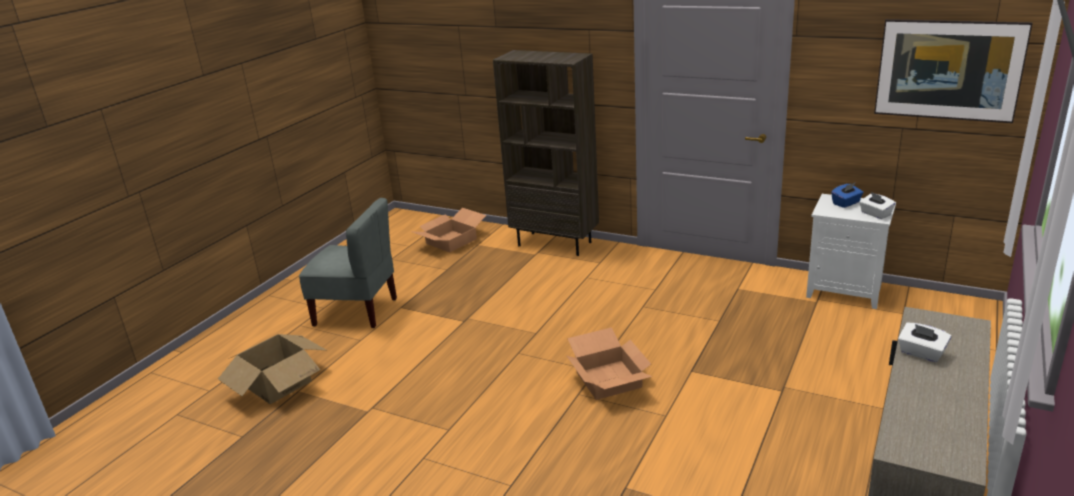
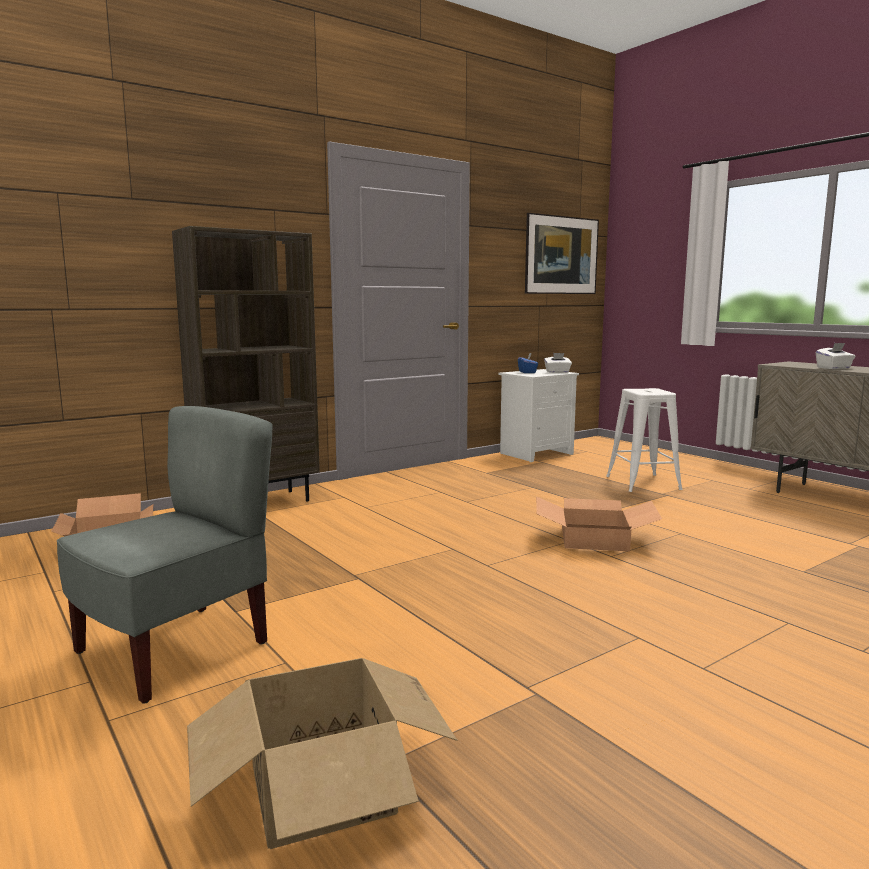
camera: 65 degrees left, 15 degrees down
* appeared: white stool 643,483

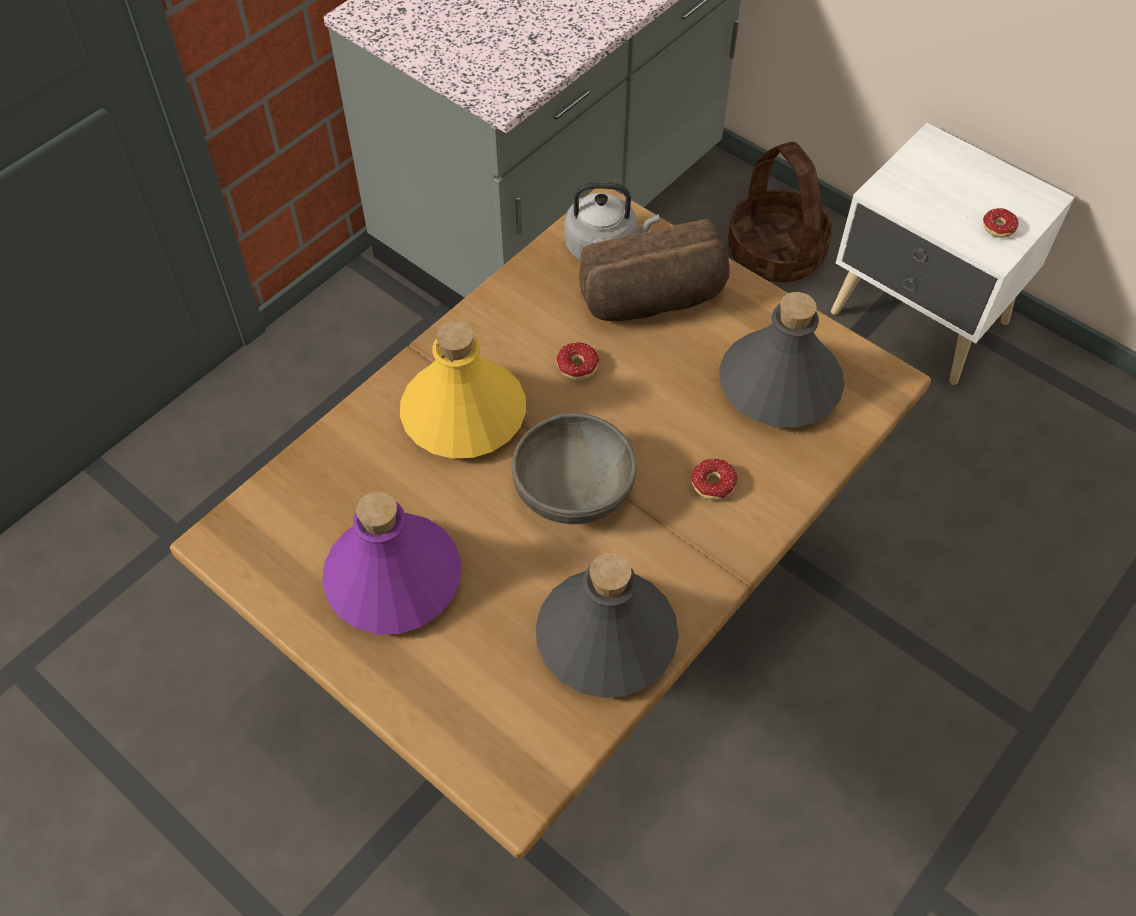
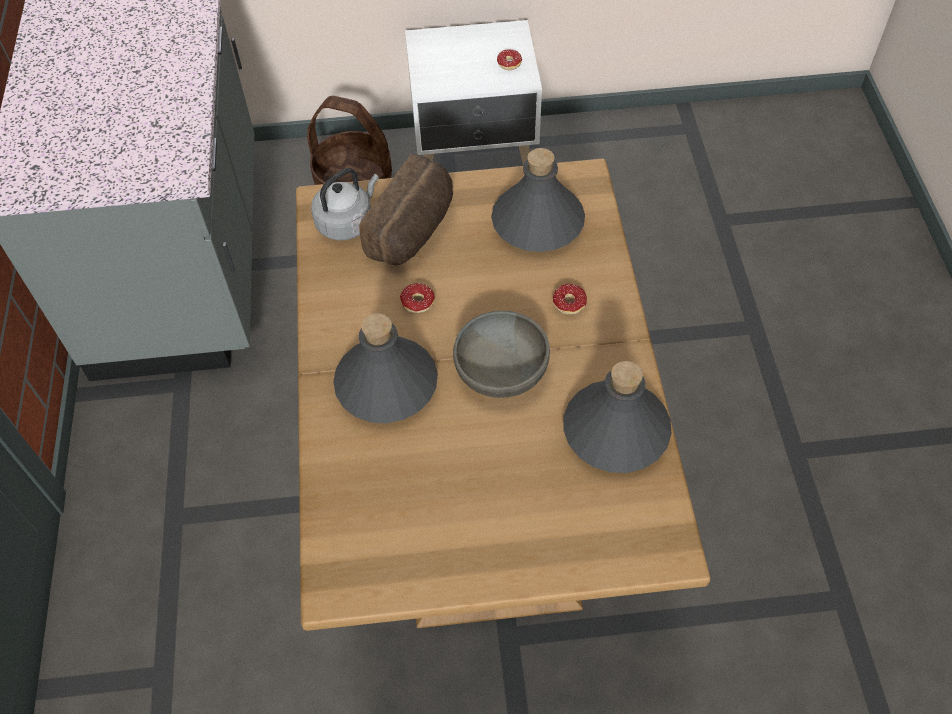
camera: 45 degrees left, 0 degrees up
* colour: yellow bottle 463,413 to grey bottle 385,384
* missing: purple bottle 392,578

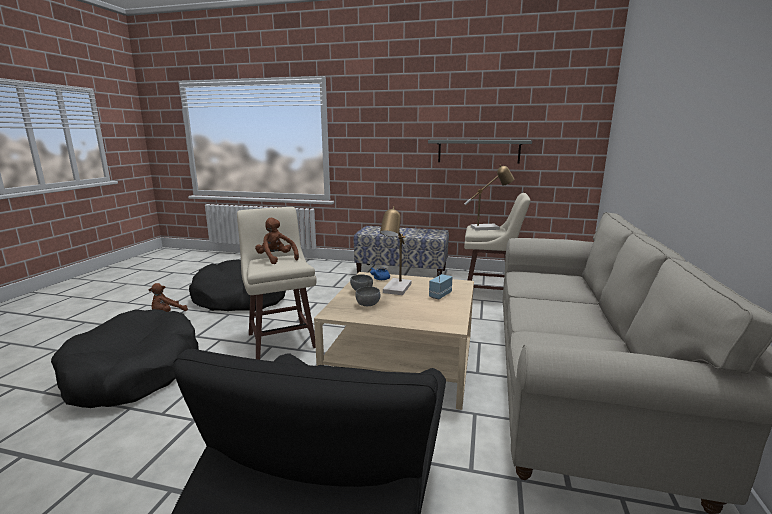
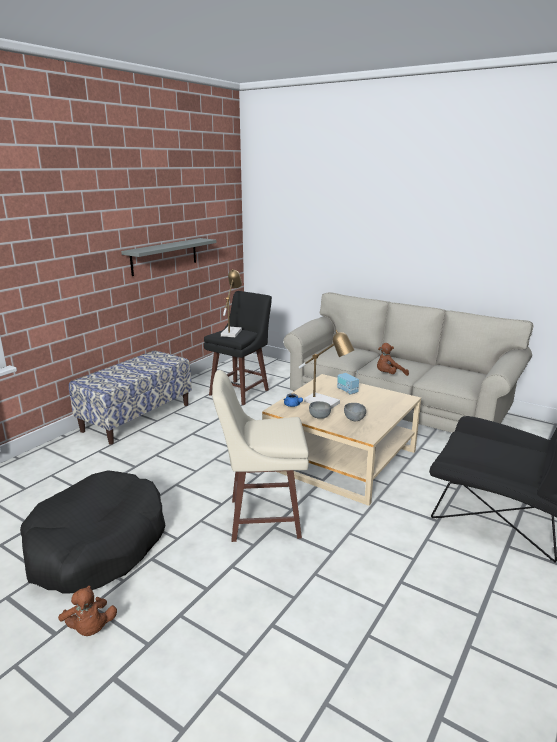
camera: 70 degrees left, 5 degrees up
* colour: beige stool 490,293 to black stool 240,392
* relocated: brown plush toy 276,259 to 389,375
* missing: black dog bed 133,372

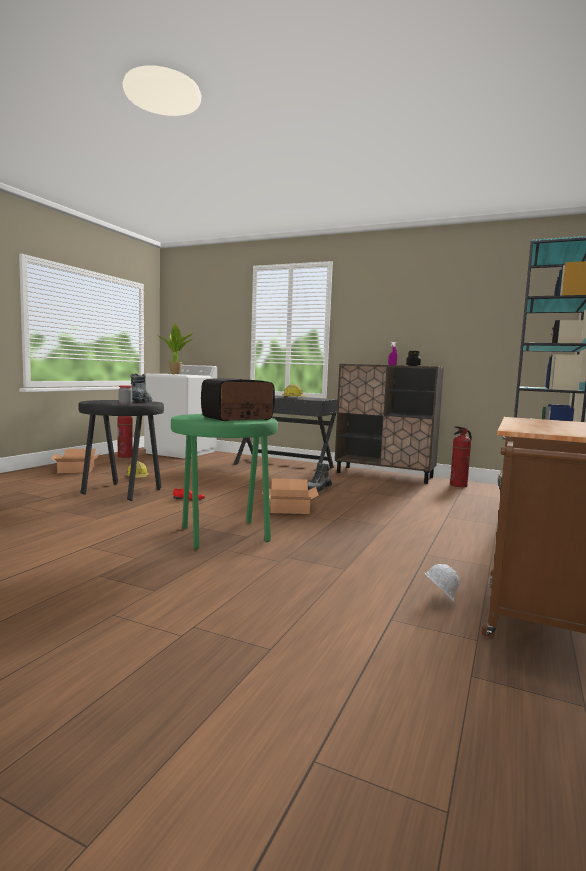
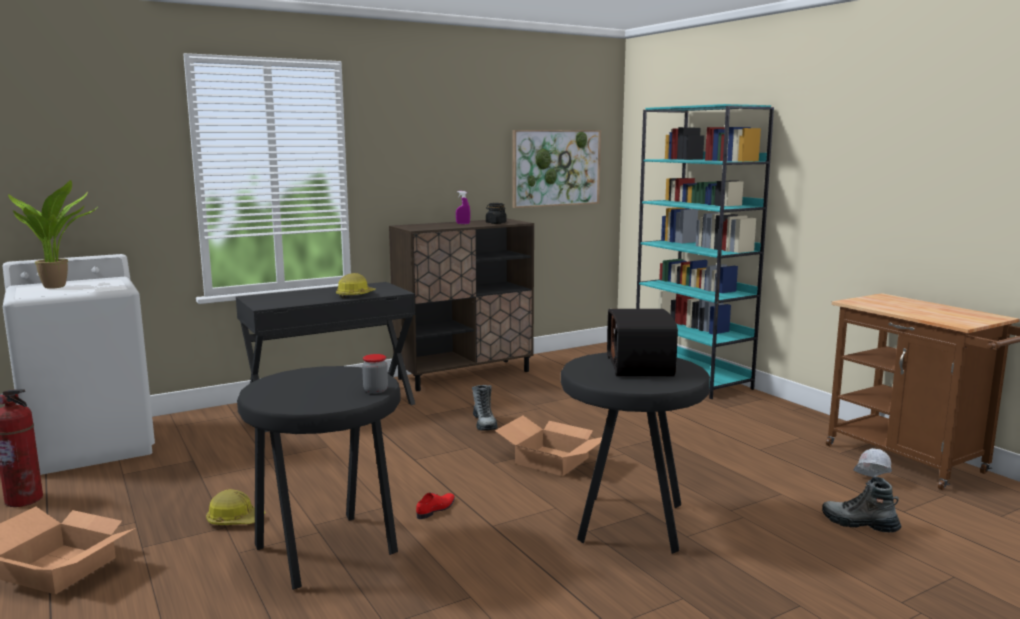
camera: 55 degrees left, 5 degrees up
* relocated: boot 140,402 to 859,524
* colour: green stool 222,535 to black stool 629,525
* missing: fire extinguisher 458,485
* appeared: picture 556,168

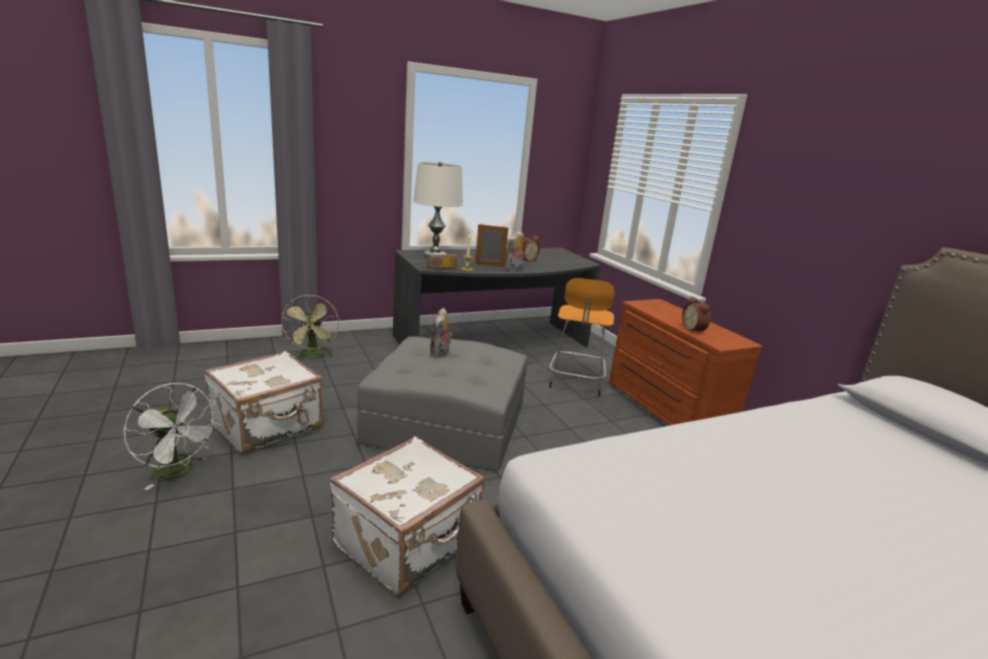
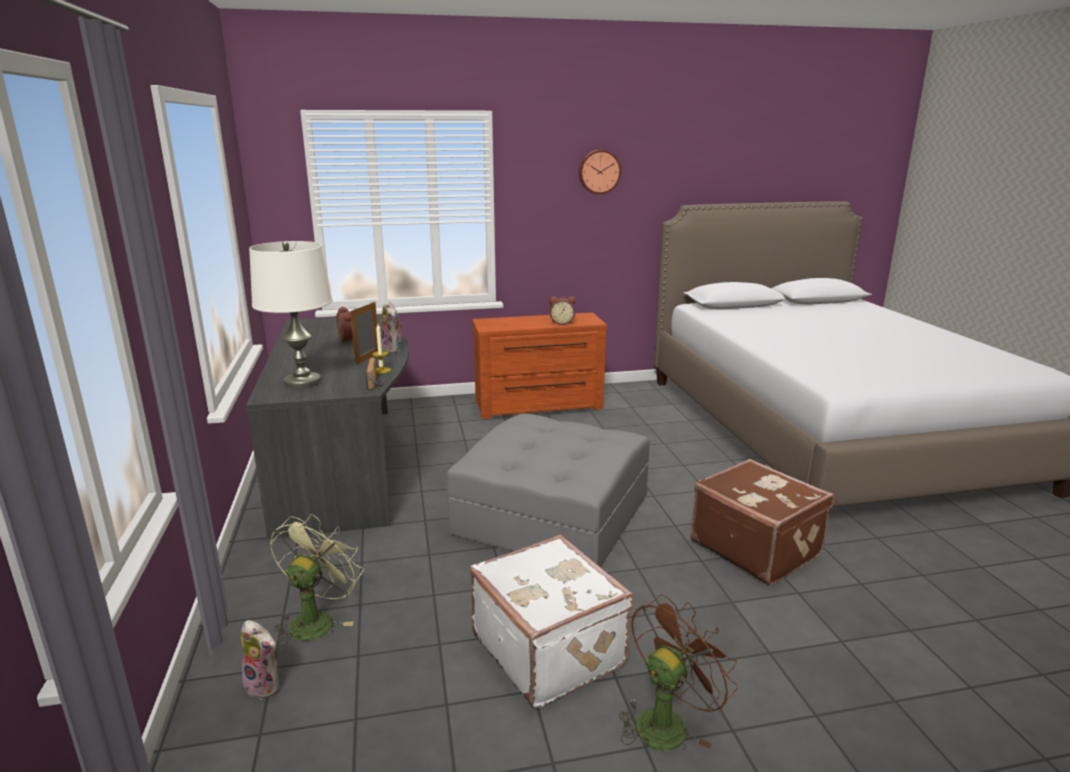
camera: 75 degrees left, 0 degrees up
* missing: orange stool 575,383
* spun: green fan 313,357 = 316,619 75 degrees counterclockwise
* relocated: plush toy 440,354 to 266,685
* colour: white fan 179,473 to brown fan 667,721
* colour: white suitcase 408,543 to brown suitcase 756,547
* appeared: wall clock 599,172

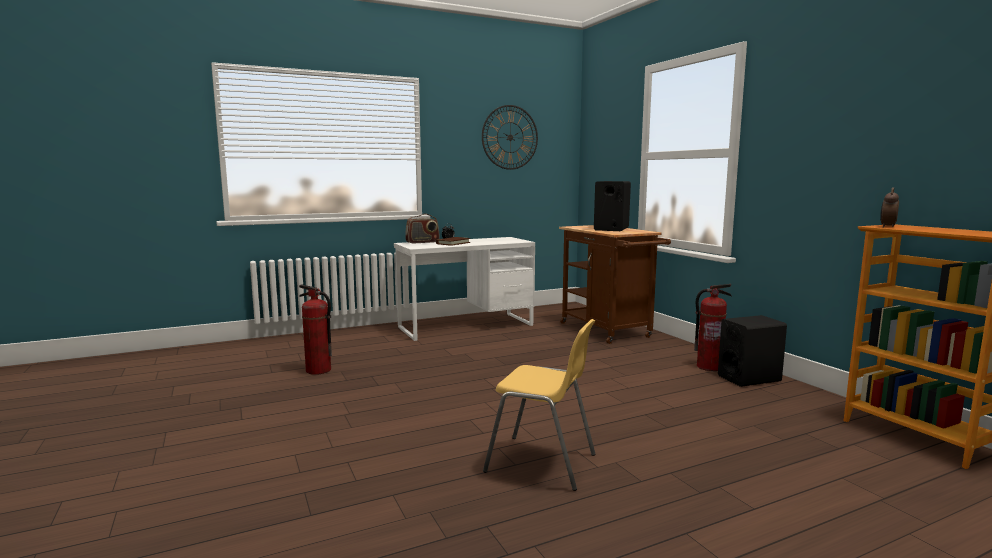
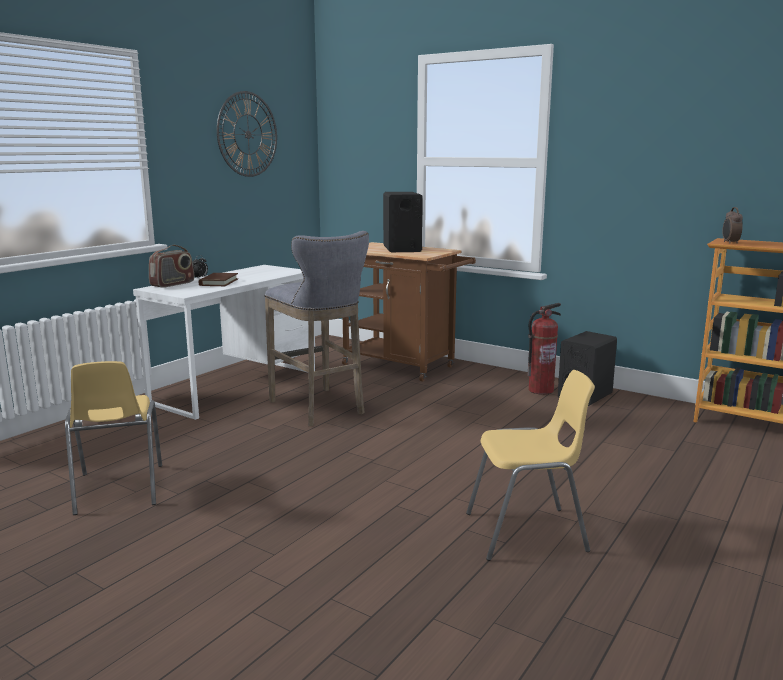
camera: 30 degrees left, 5 degrees up
* exchanged: fire extinguisher 318,370 to yellow chair 118,490
* appeared: grey stool 320,408

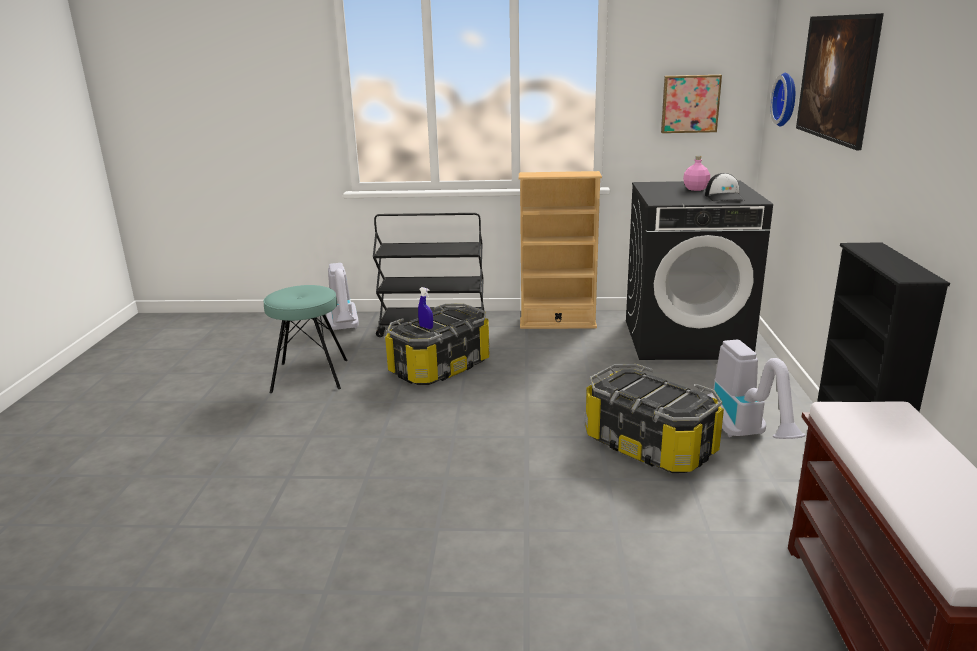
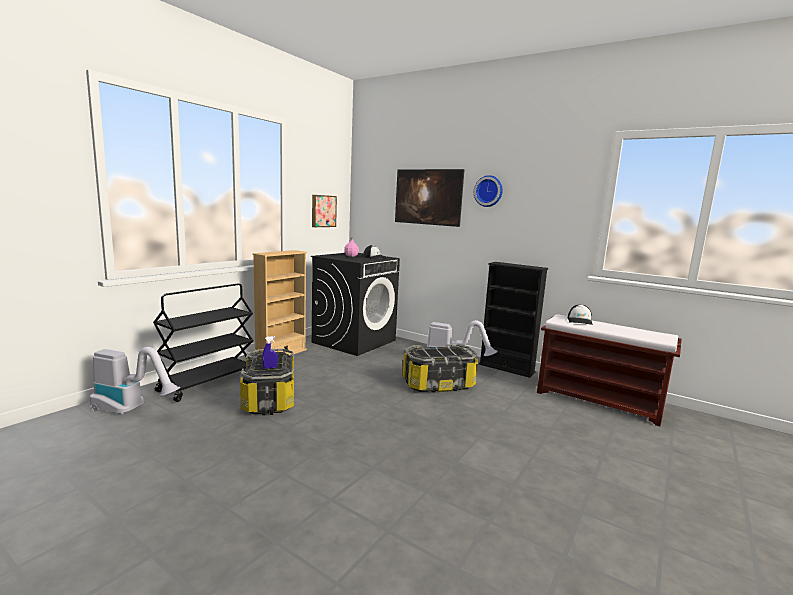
camera: 60 degrees left, 10 degrees down
* relocated: wall clock 787,99 to 488,191
* missing: turquoise stool 310,376
* appeared: cap 580,321

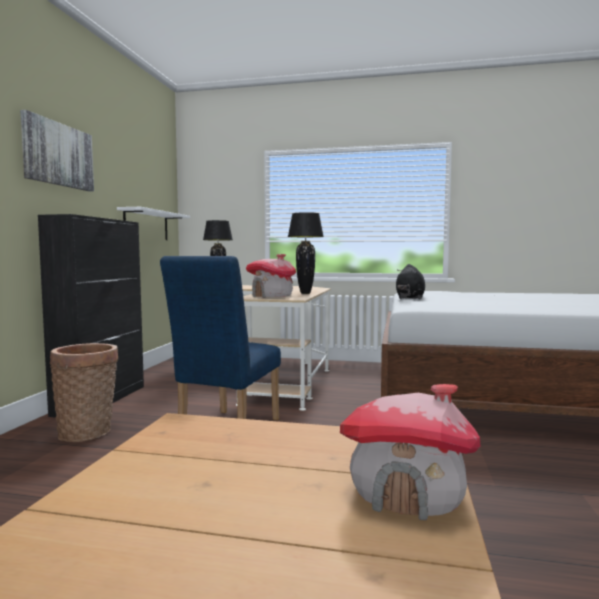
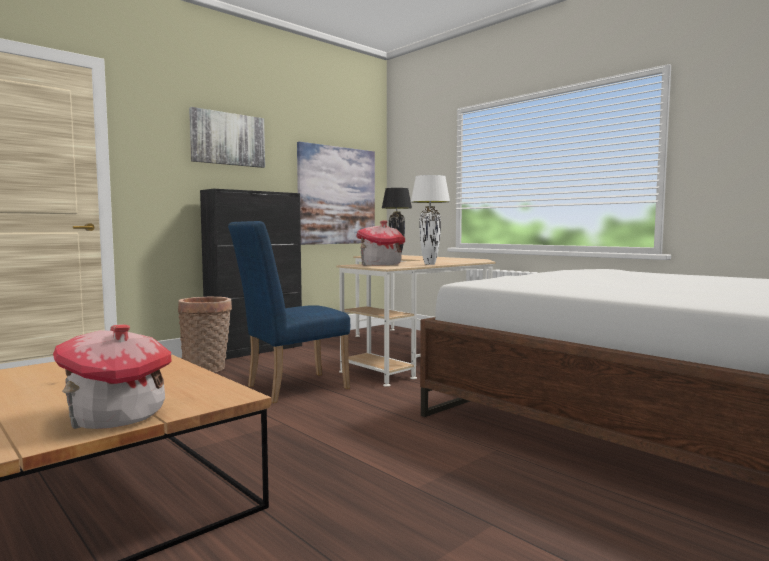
camera: 35 degrees right, 0 degrees up
* exchanged: white shelf 146,225 to picture 337,195
* colour: black table lamp 305,293 to white table lamp 430,264
* missing: black plush toy 410,298

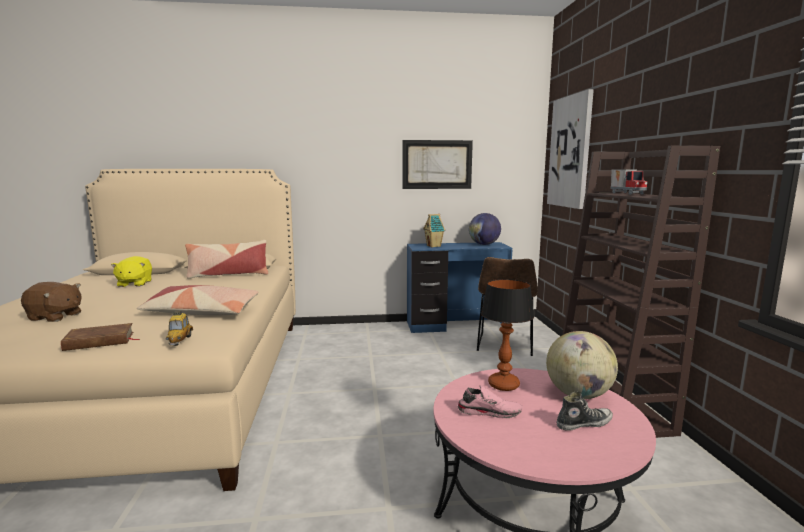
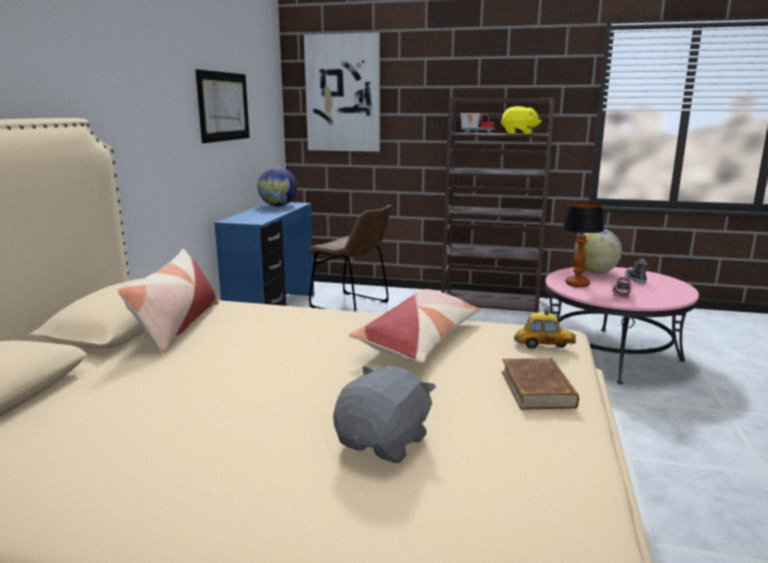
camera: 70 degrees left, 5 degrees up
* missing: toy house 434,246
* relocated: yellow plush toy 134,284 to 519,134
* colour: brown plush toy 55,317 to grey plush toy 384,442

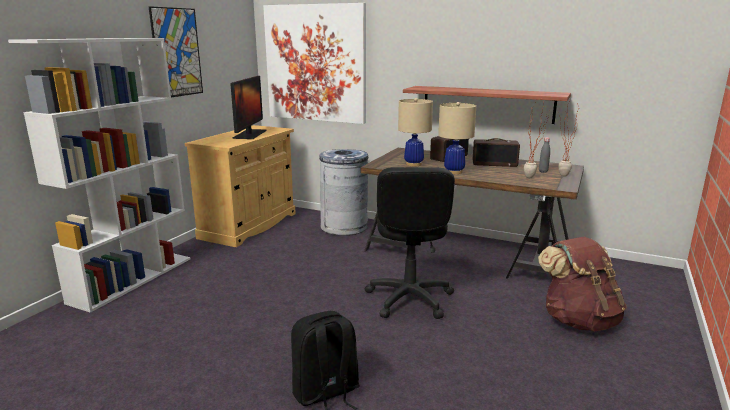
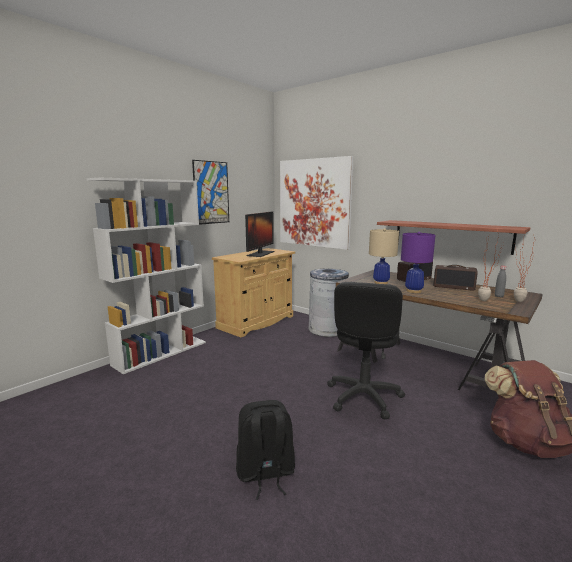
camera: 15 degrees right, 5 degrees down
* colour: beige table lamp 454,172 to purple table lamp 413,291

